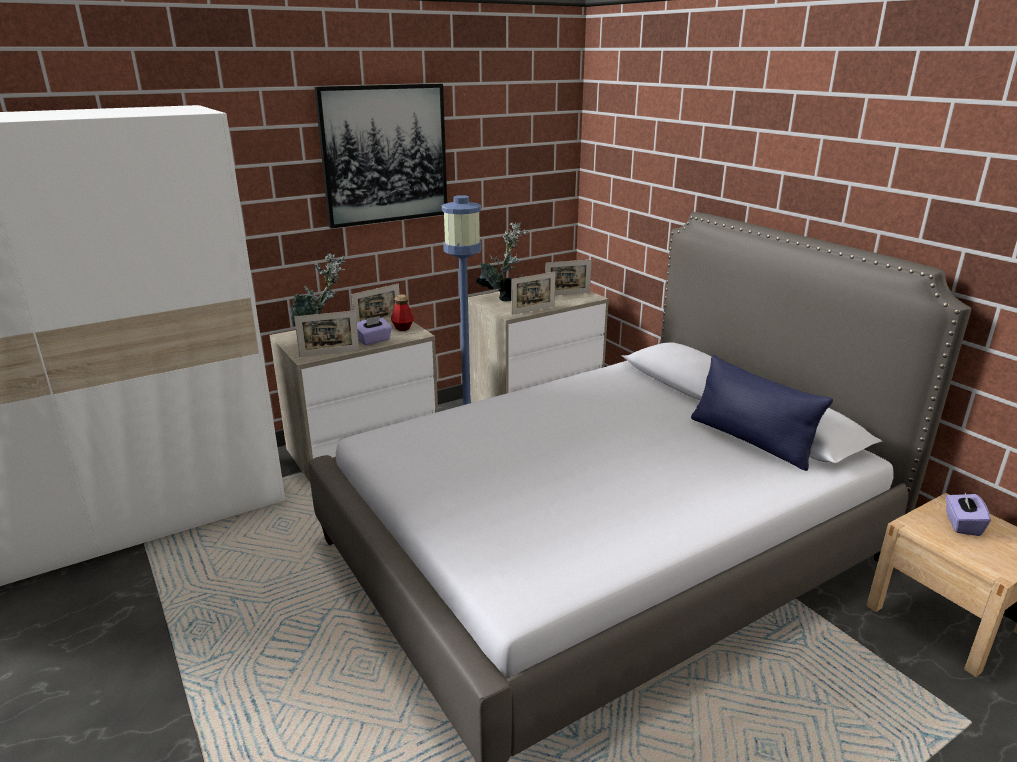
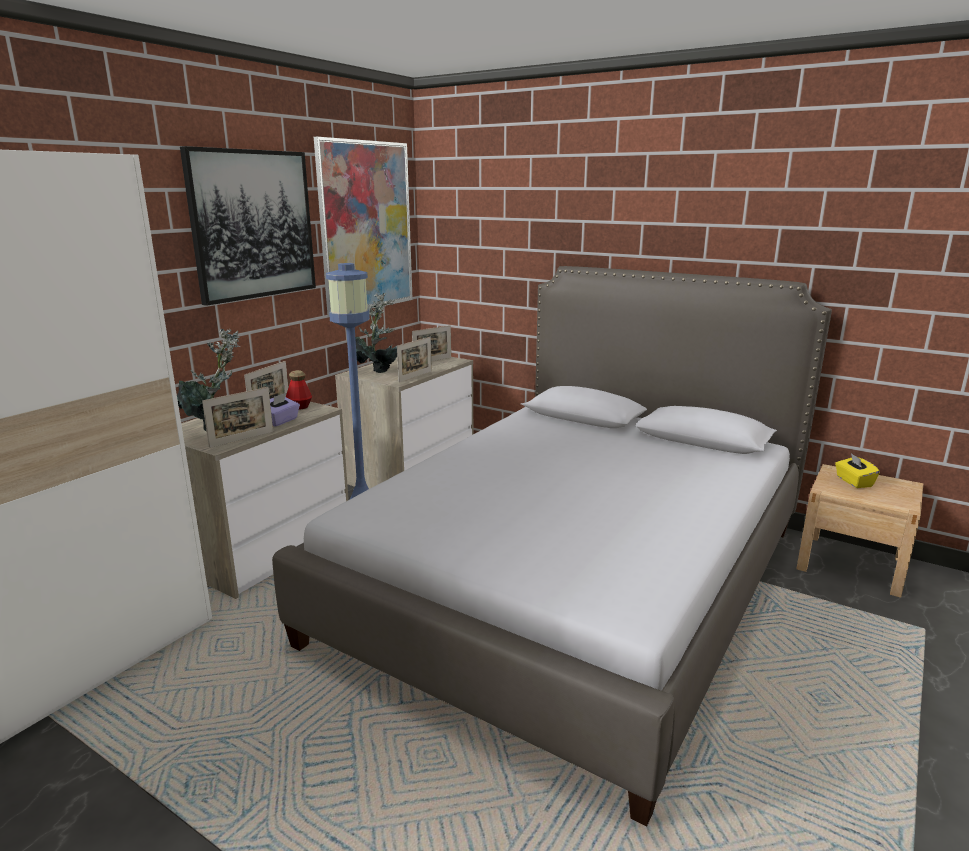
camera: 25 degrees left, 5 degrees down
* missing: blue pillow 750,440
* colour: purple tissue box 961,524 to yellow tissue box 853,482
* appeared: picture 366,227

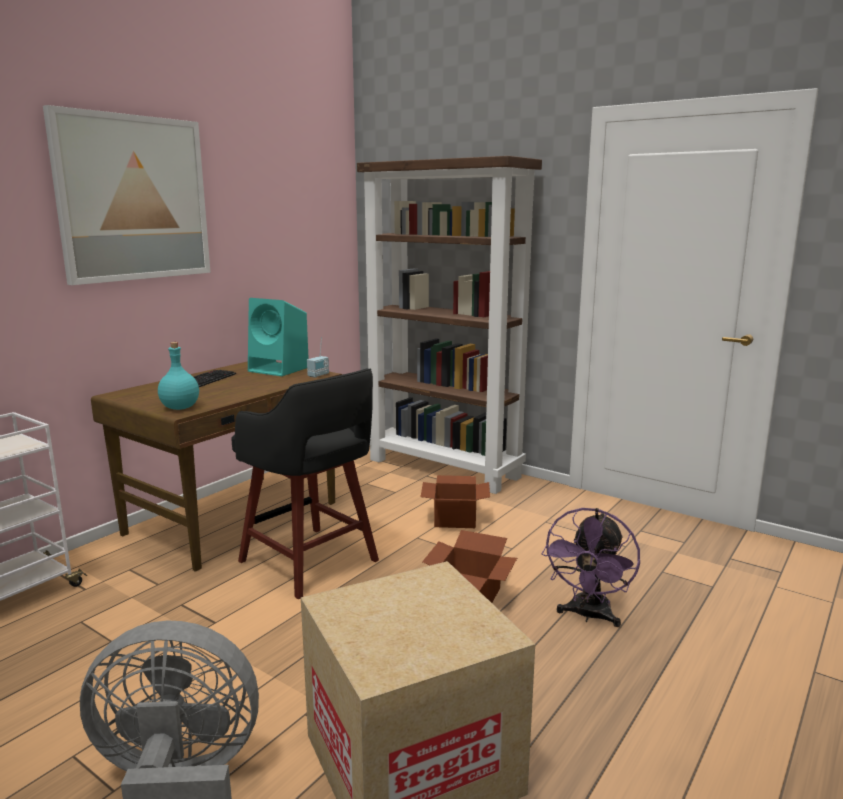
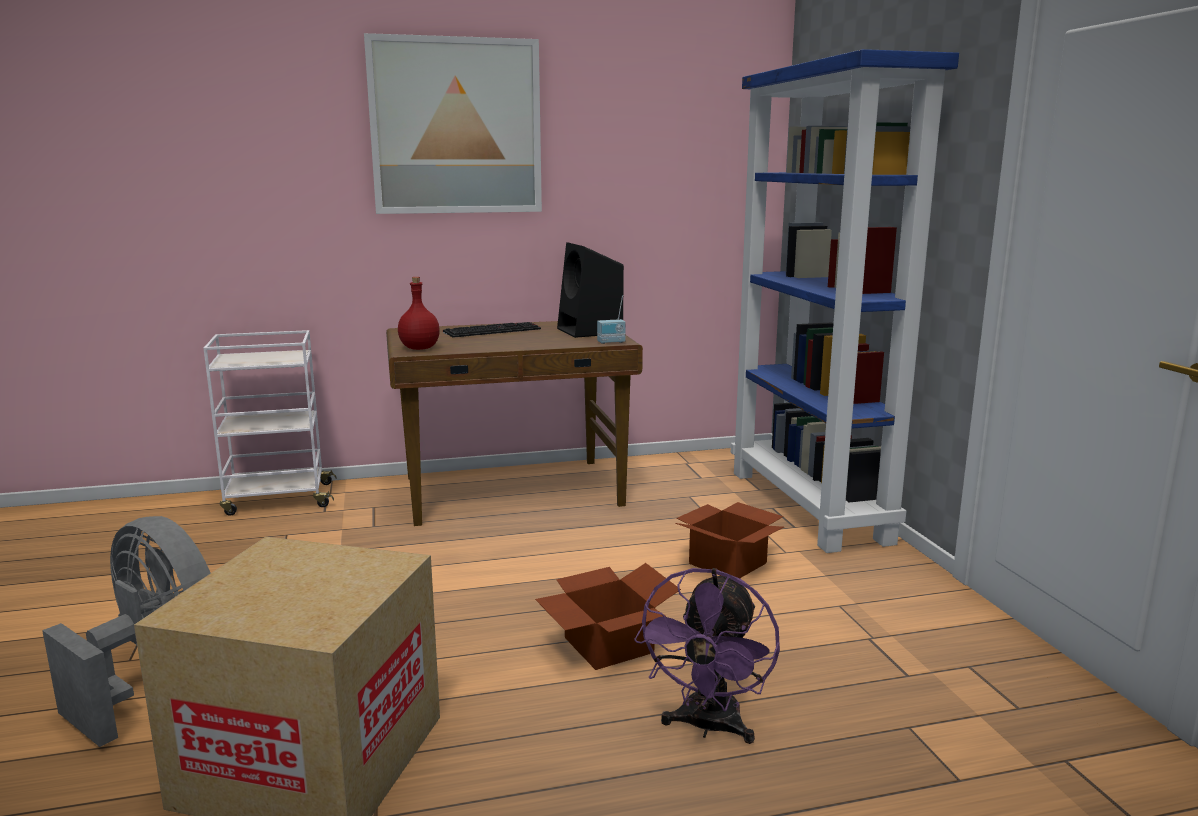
camera: 40 degrees right, 0 degrees up
* colour: brown bookcase 445,468 to blue bookcase 809,506
* colour: turquoise speaker 280,369 to black speaker 590,331
* colour: turquoise bottle 180,408 to red bottle 419,348
* missing: black stool 311,563
* spun: purple fan 588,616 = 708,727 45 degrees counterclockwise

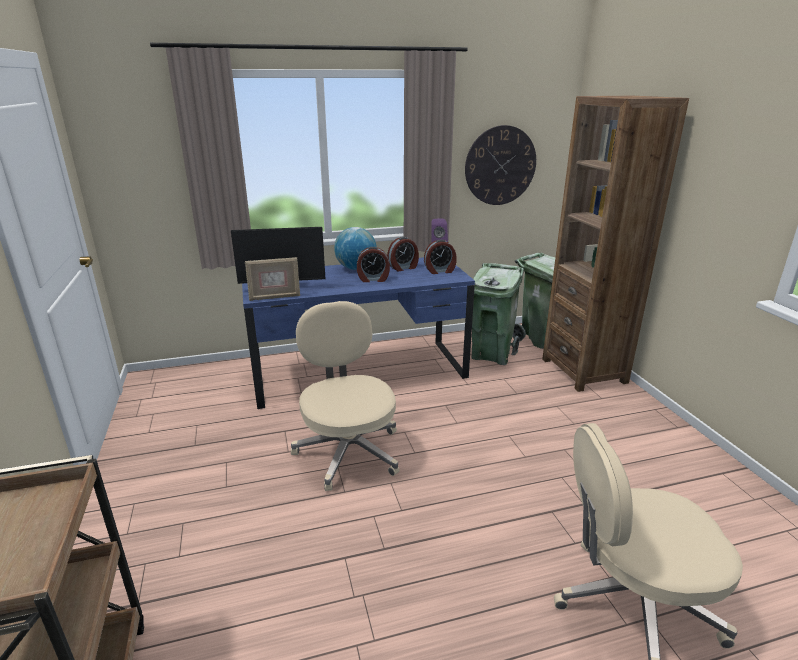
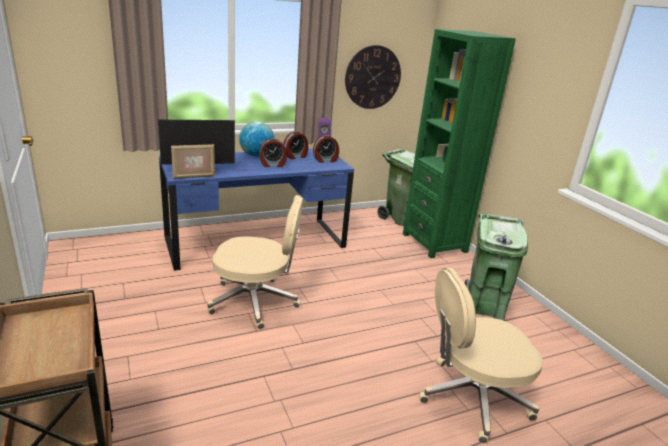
camera: 10 degrees left, 0 degrees up
* colour: brown bookcase 584,371 to green bookcase 434,243
* relocated: green trash can 491,354 to 484,307
* spun: beige office chair 348,451 = 255,301 120 degrees clockwise

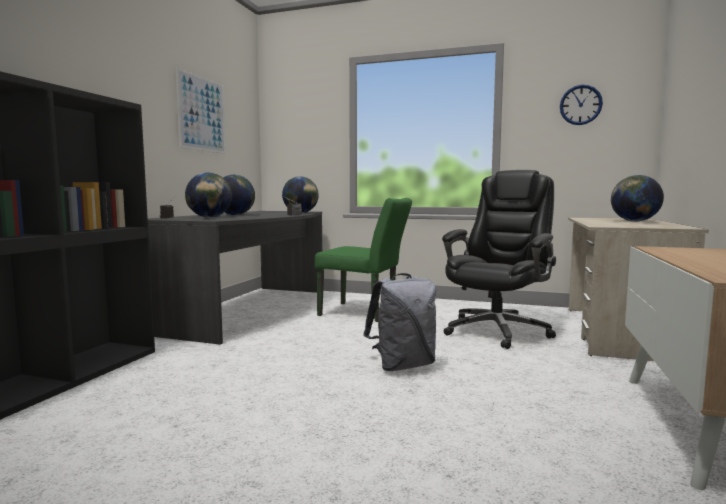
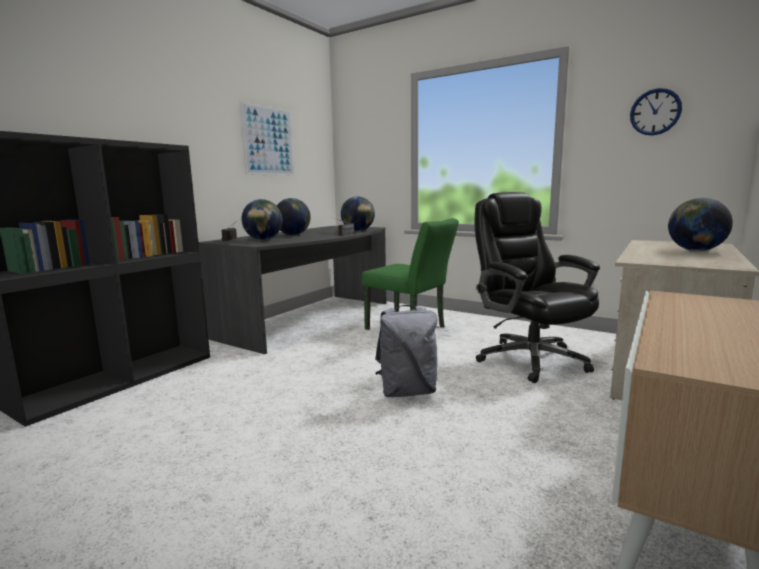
camera: 15 degrees right, 5 degrees up
* spun: black office chair 497,330 = 529,359 75 degrees counterclockwise

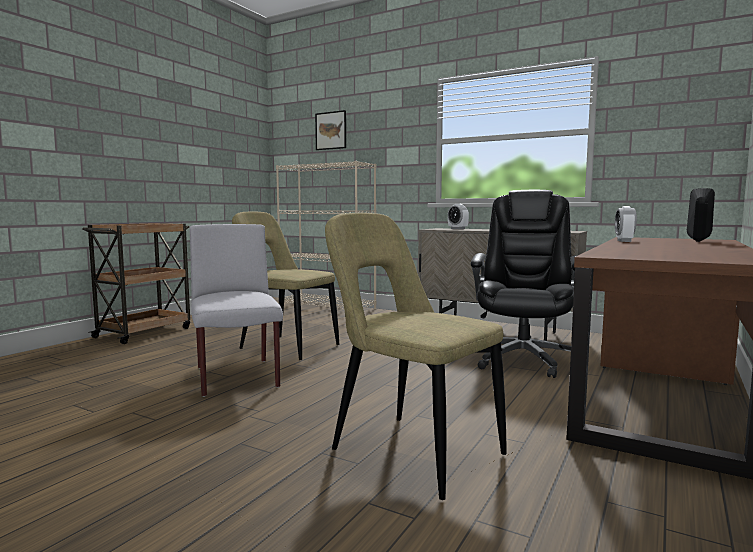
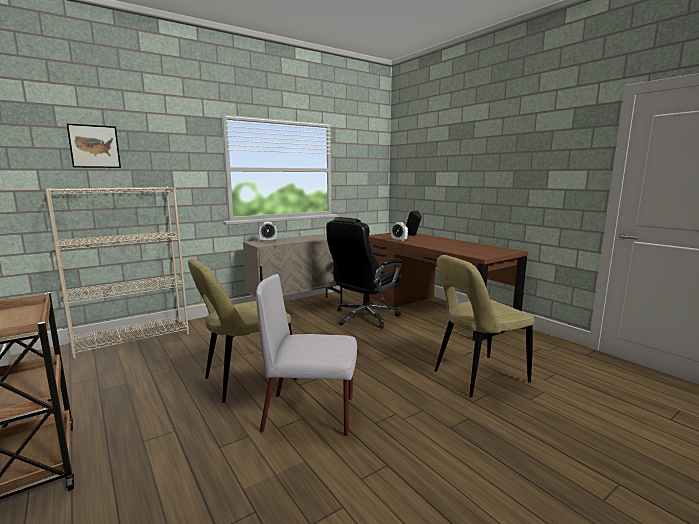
camera: 65 degrees left, 5 degrees up
* spun: black office chair 523,359 = 364,317 90 degrees counterclockwise

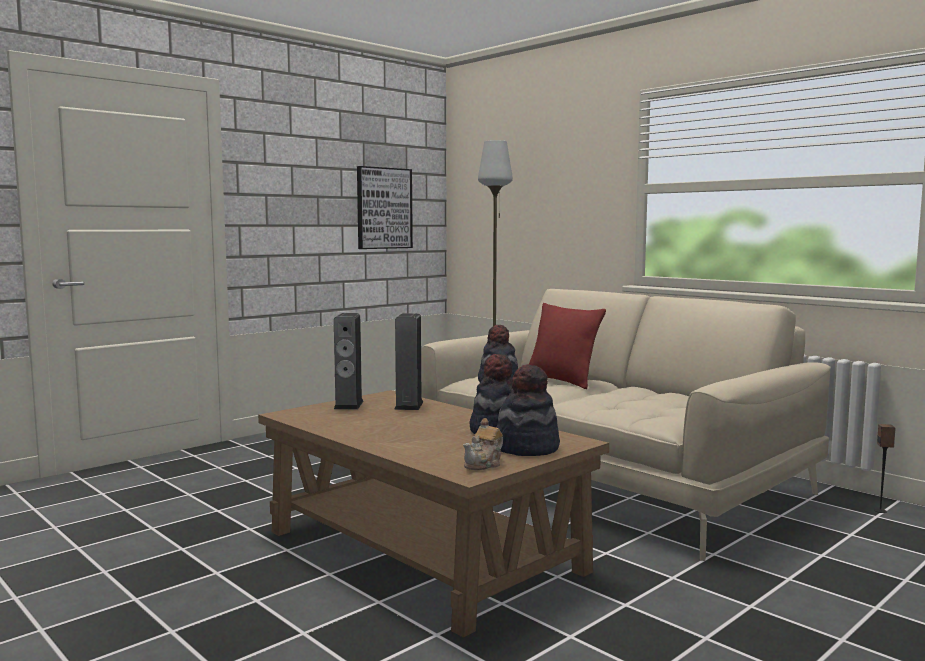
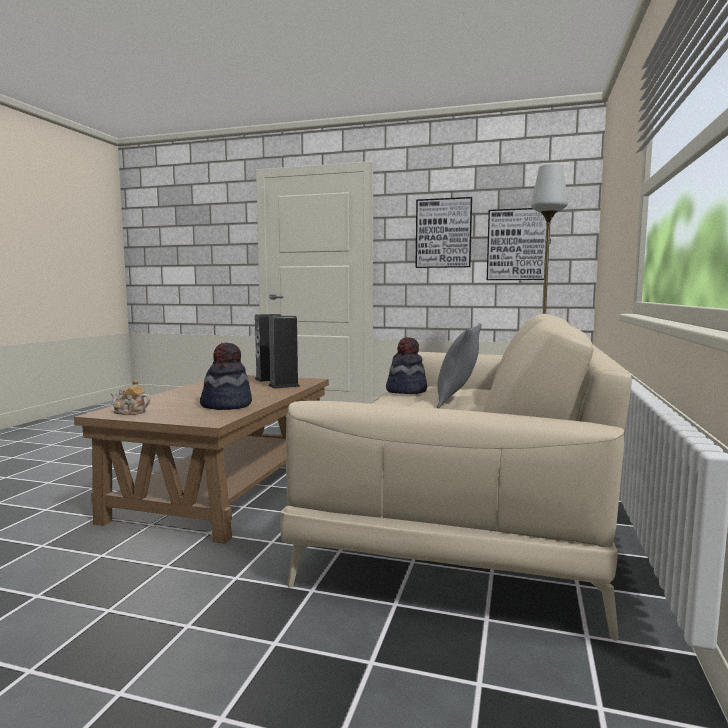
camera: 60 degrees right, 0 degrees up
* colour: red pillow 562,381 to grey pillow 457,401
* missing: hat 526,448
* missing: speaker 880,511
* appeared: picture 443,233

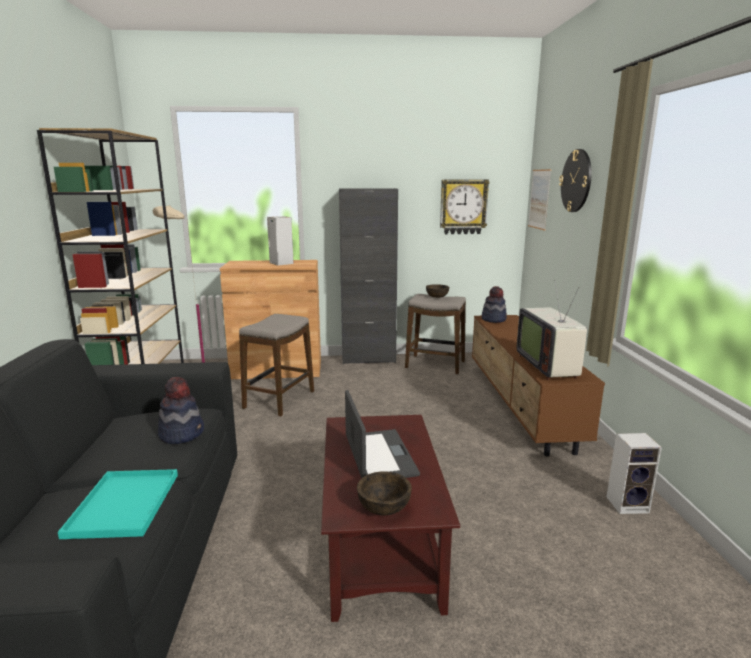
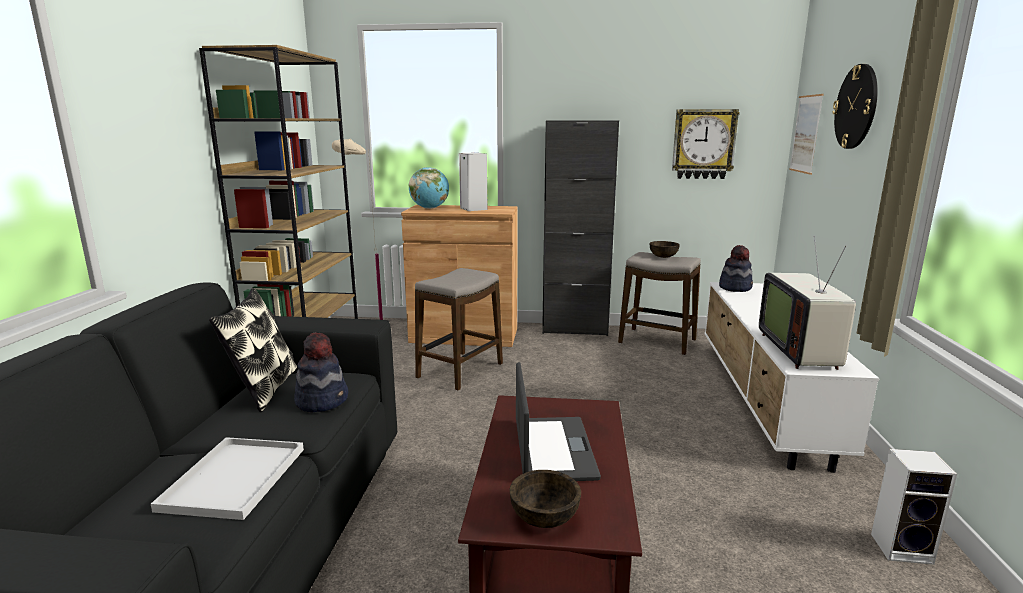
camera: 10 degrees right, 0 degrees up
* colour: brown tv stand 520,405 to white tv stand 763,400
* colour: turquoise tray 124,505 to white tray 234,480
* appeared: globe 429,208
* appeared: pillow 263,389

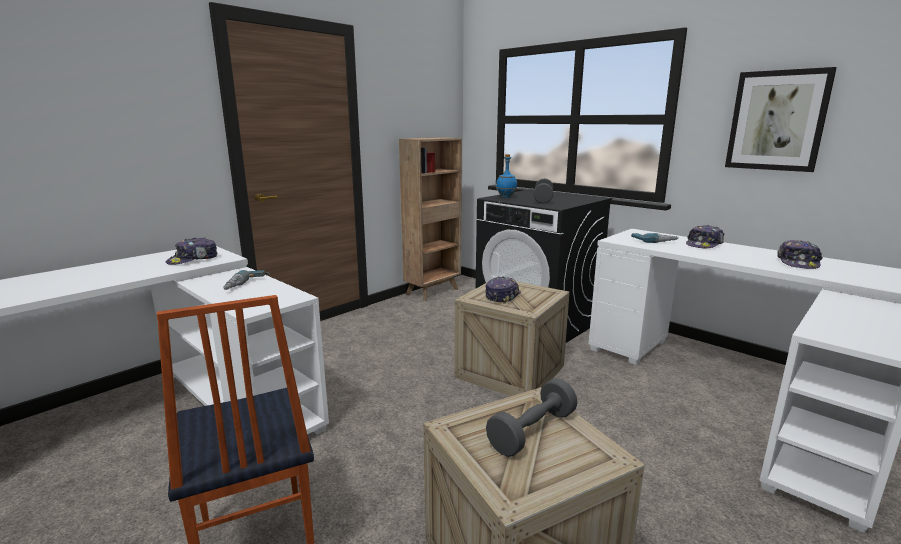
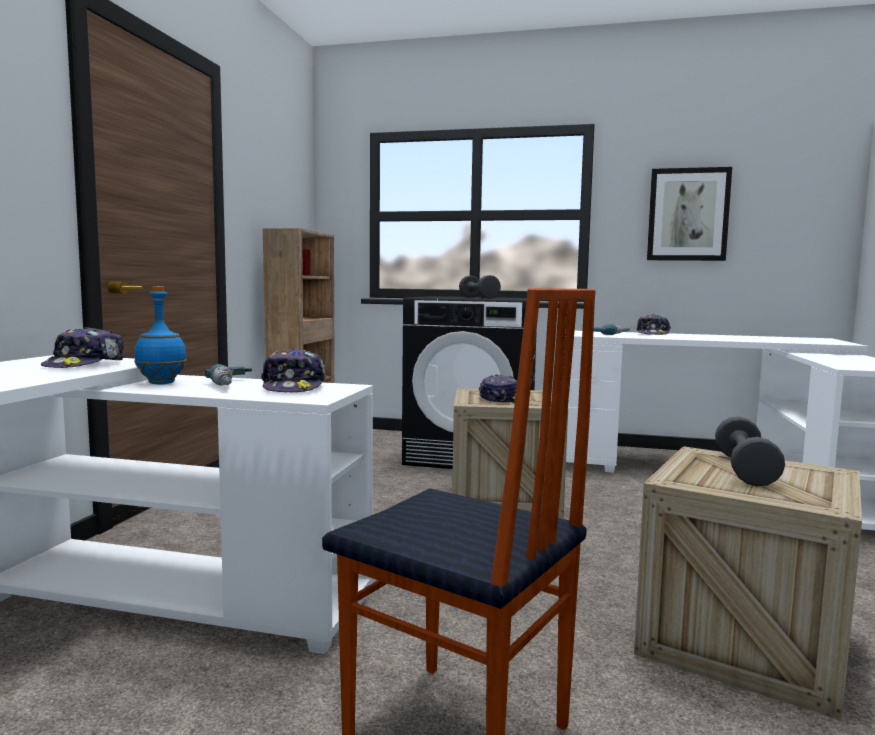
camera: 30 degrees left, 10 degrees down
* relocated: blue bottle 506,197 to 161,383
* relocated: cap 798,263 to 294,387

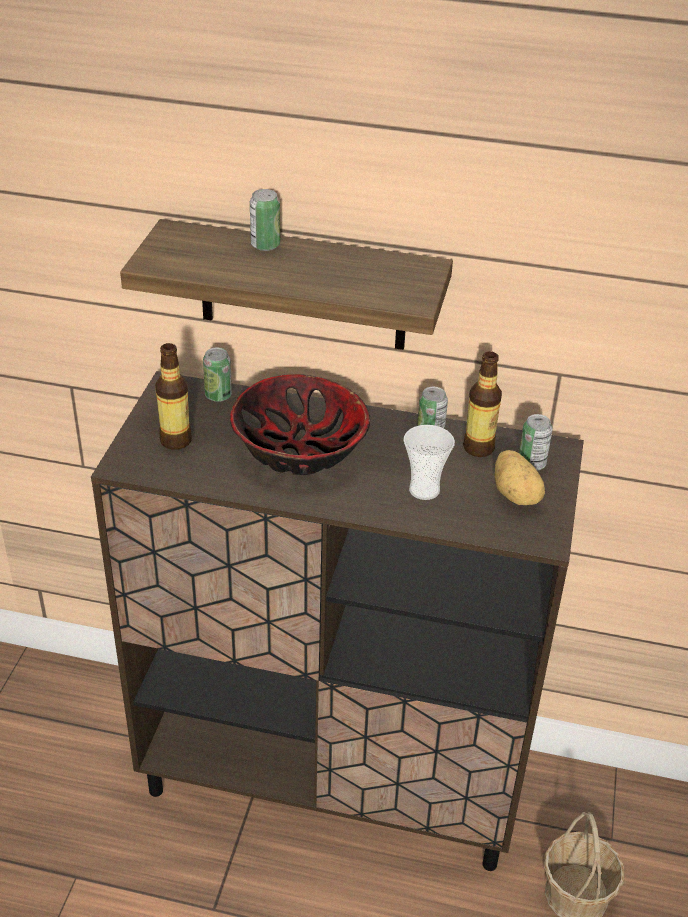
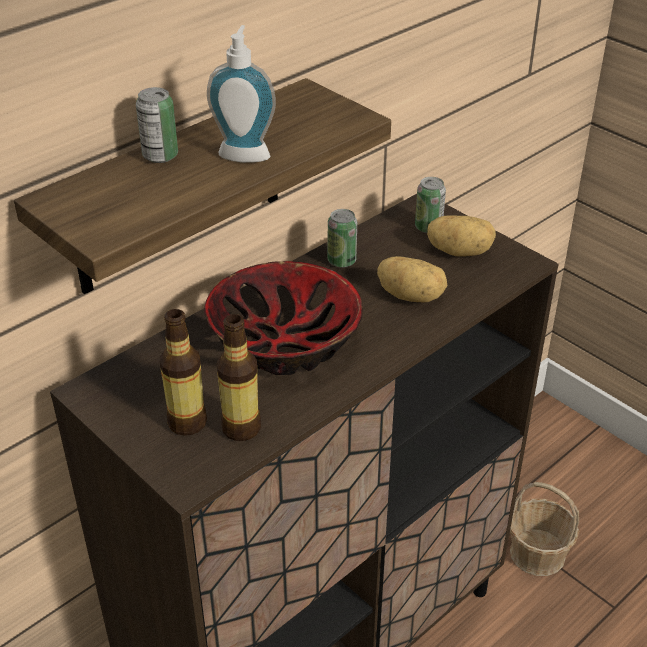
camera: 55 degrees left, 0 degrees up
* missing: can 218,395
* relocated: bottle 478,448 to 241,428
* exchanged: cup 424,490 to potato 411,296
* appeared: soap dispenser 245,153

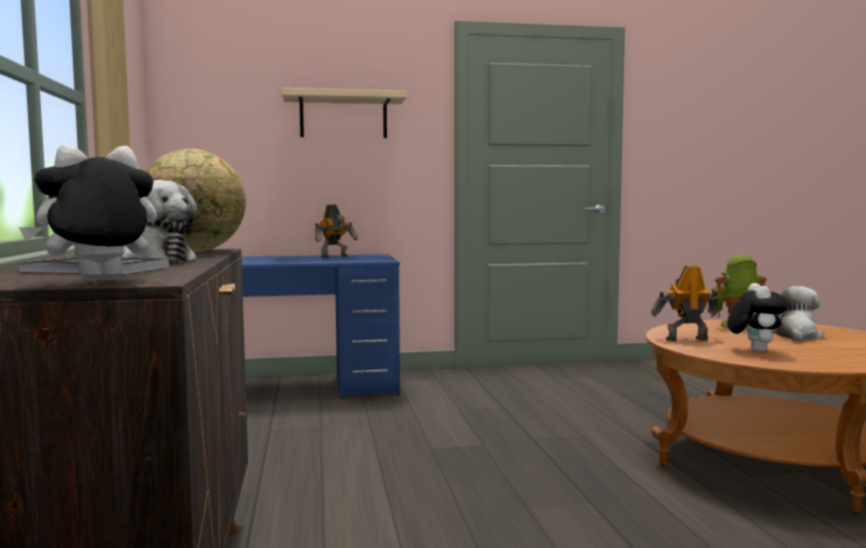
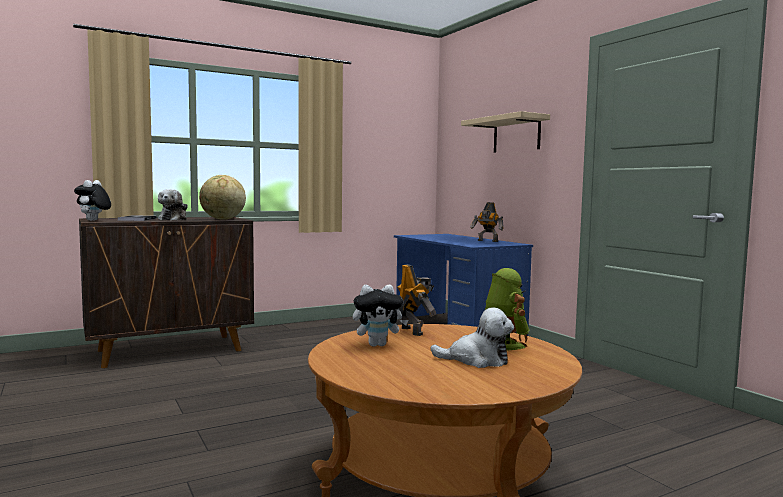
camera: 70 degrees right, 0 degrees up
* spun: plush toy 99,281 = 93,220 120 degrees counterclockwise

